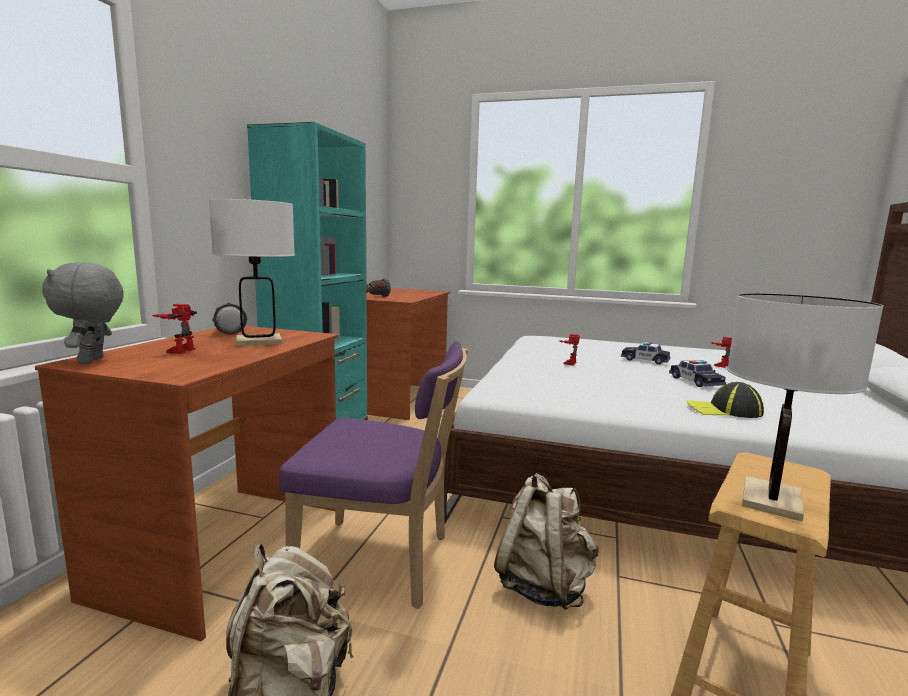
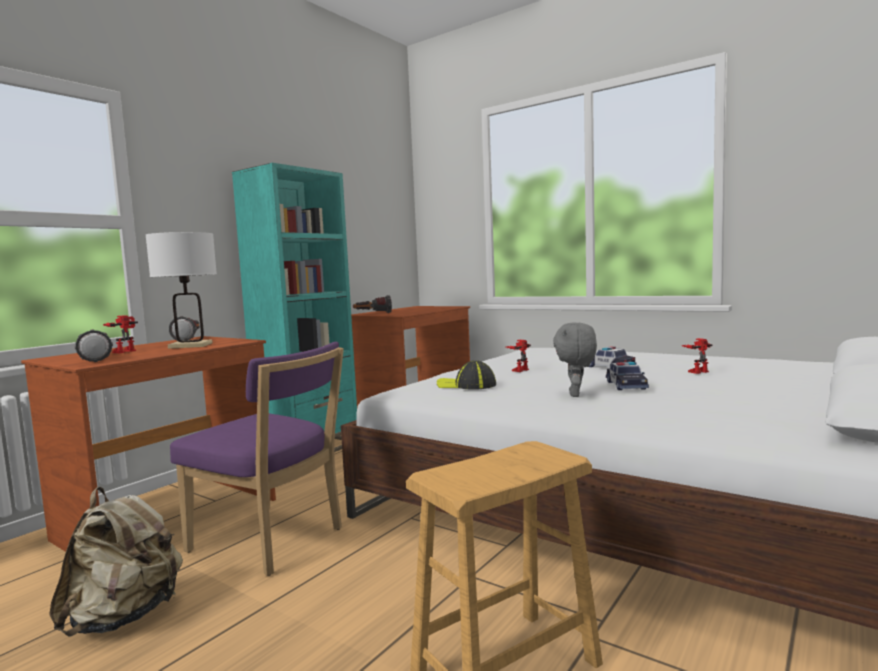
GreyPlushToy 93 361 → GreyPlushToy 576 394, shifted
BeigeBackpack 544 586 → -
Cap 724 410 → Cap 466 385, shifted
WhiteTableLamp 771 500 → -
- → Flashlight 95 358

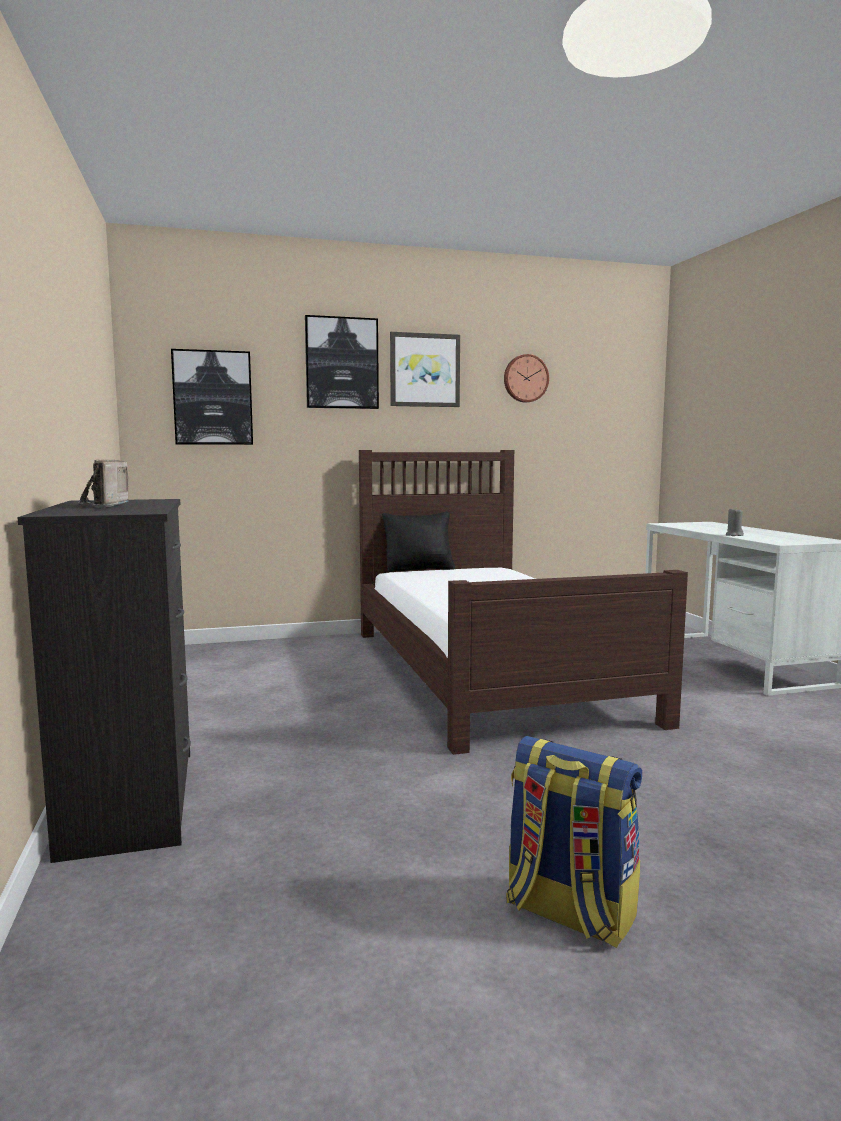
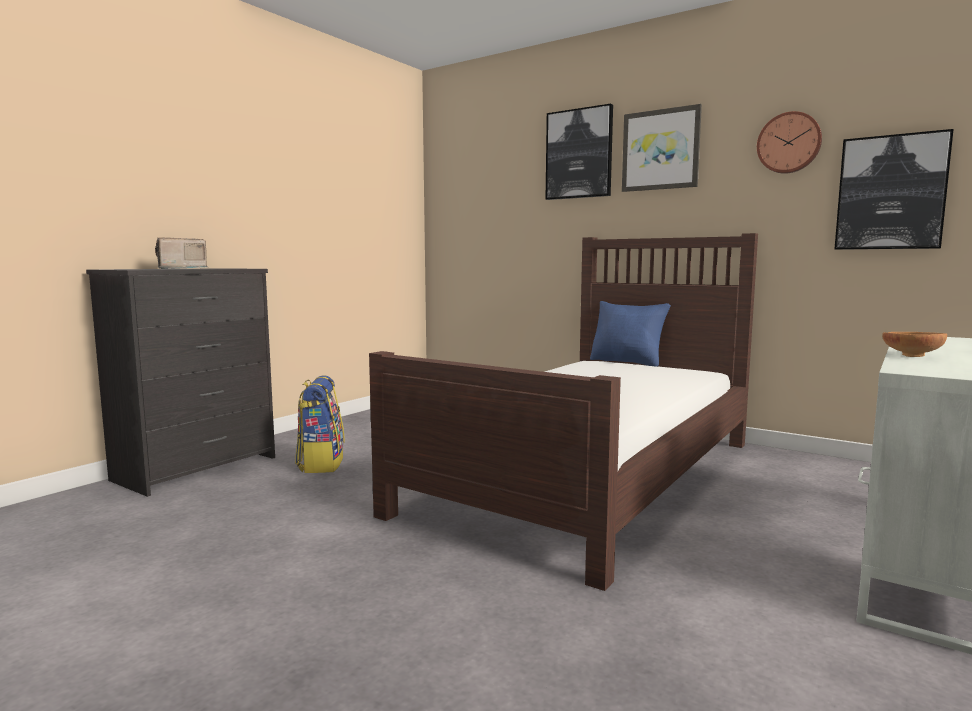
Picture 213 398 → Picture 891 193, shifted
BlackPillow 419 569 → BluePillow 627 362
Backpack 568 913 → Backpack 321 463, shifted
GreyCandle 734 535 → BrownBowl 911 355

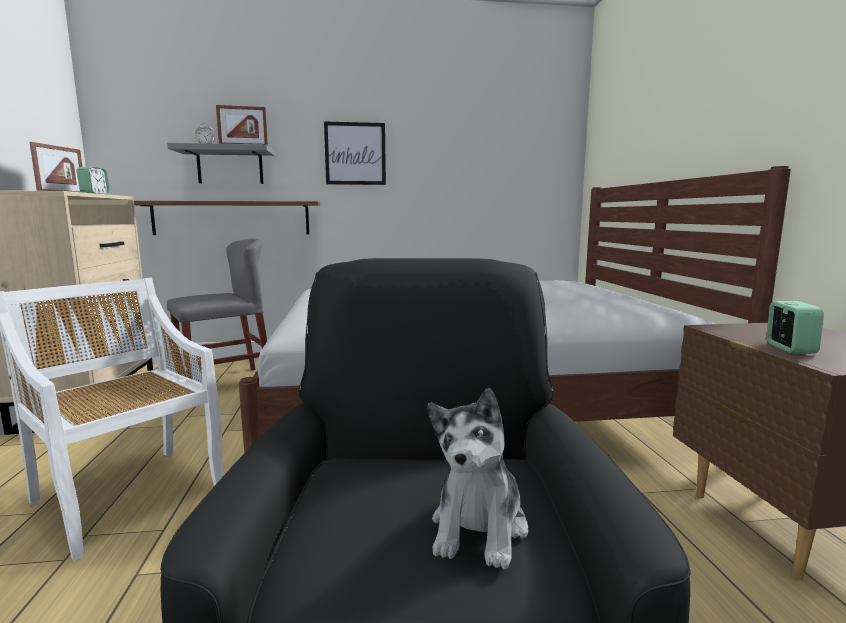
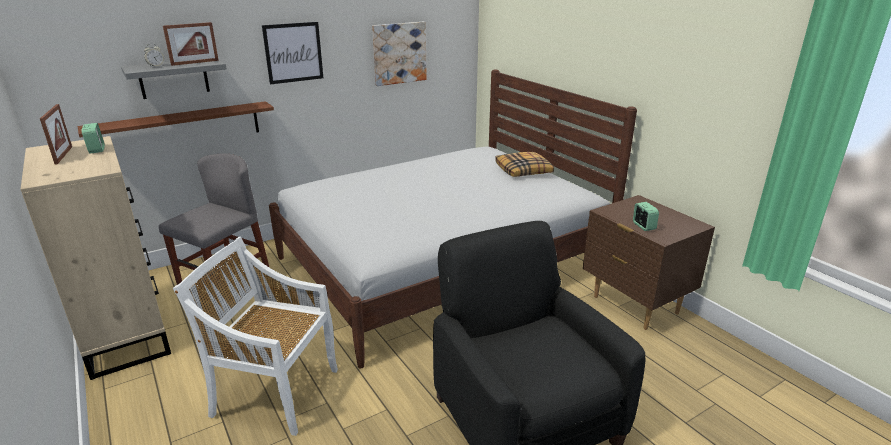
PlushToy 479 528 → -
- → Picture 399 53
- → Pillow 523 171

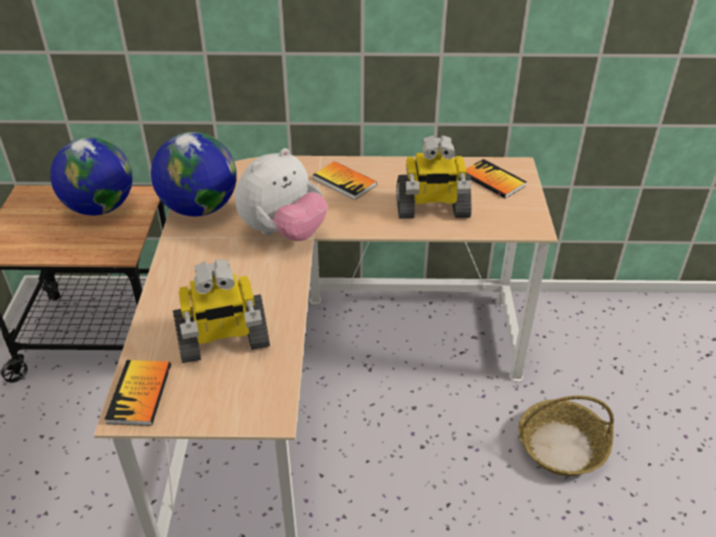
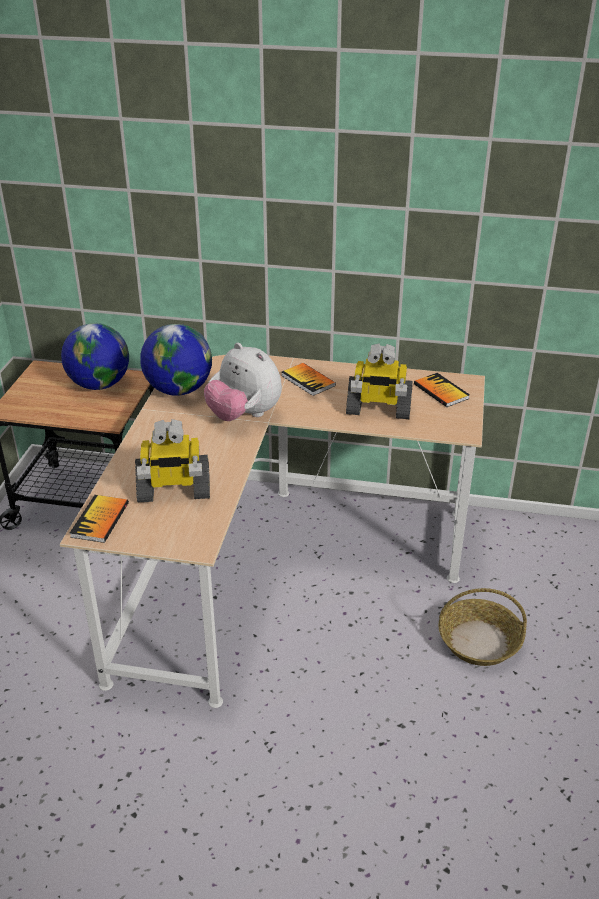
PlushToy 283 232 → PlushToy 244 415, 75 degrees clockwise

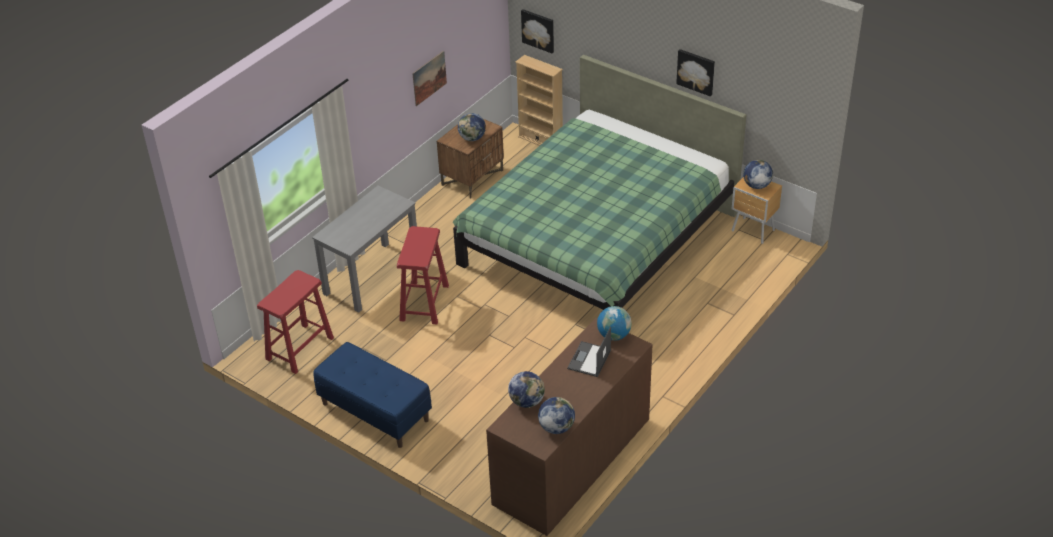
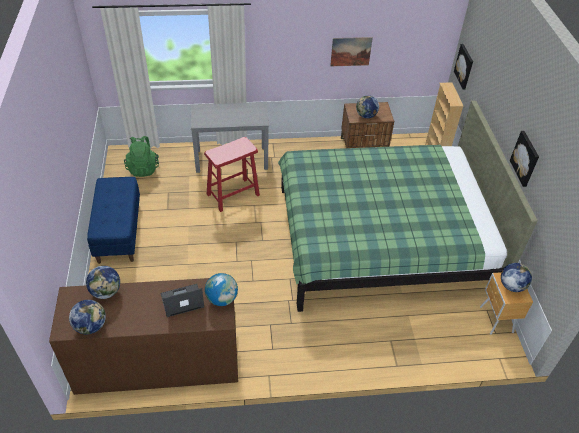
RedStool 300 348 → GreenBackpack 143 168

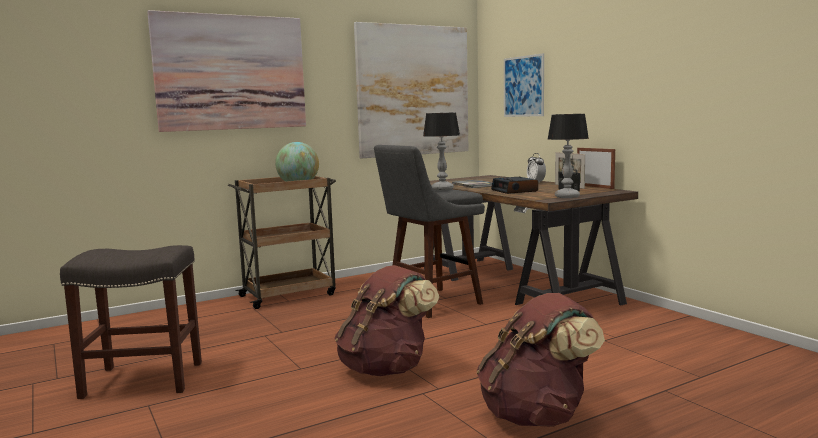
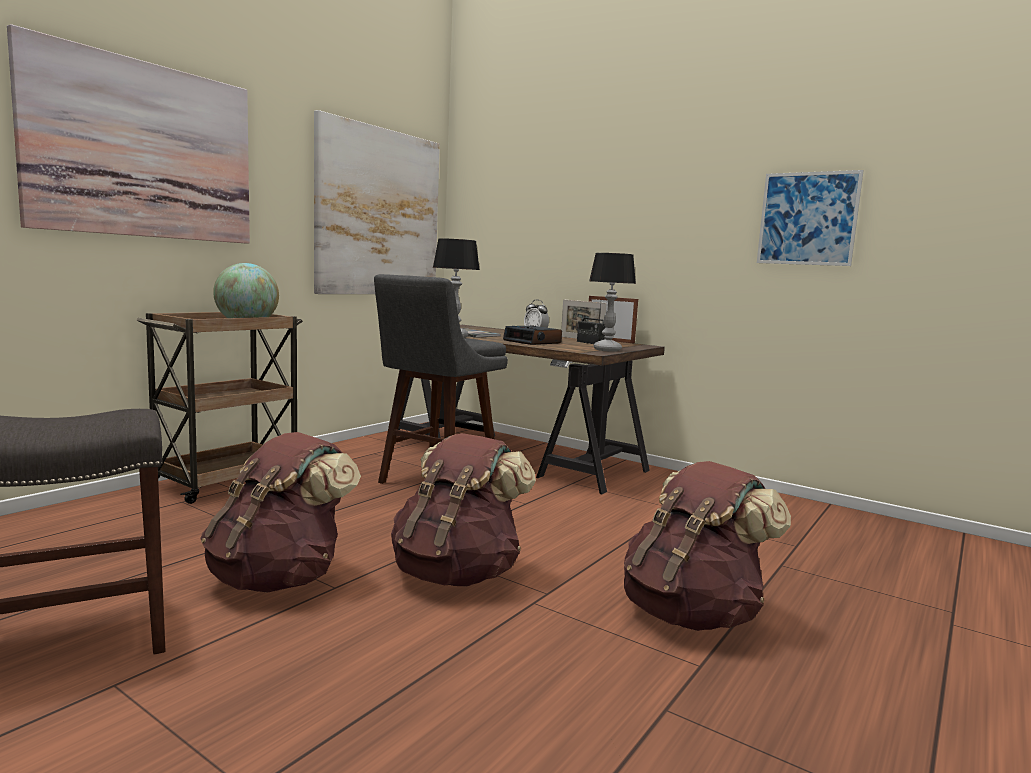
Picture 523 86 → Picture 807 218, shifted
- → BrownBackpack 280 578

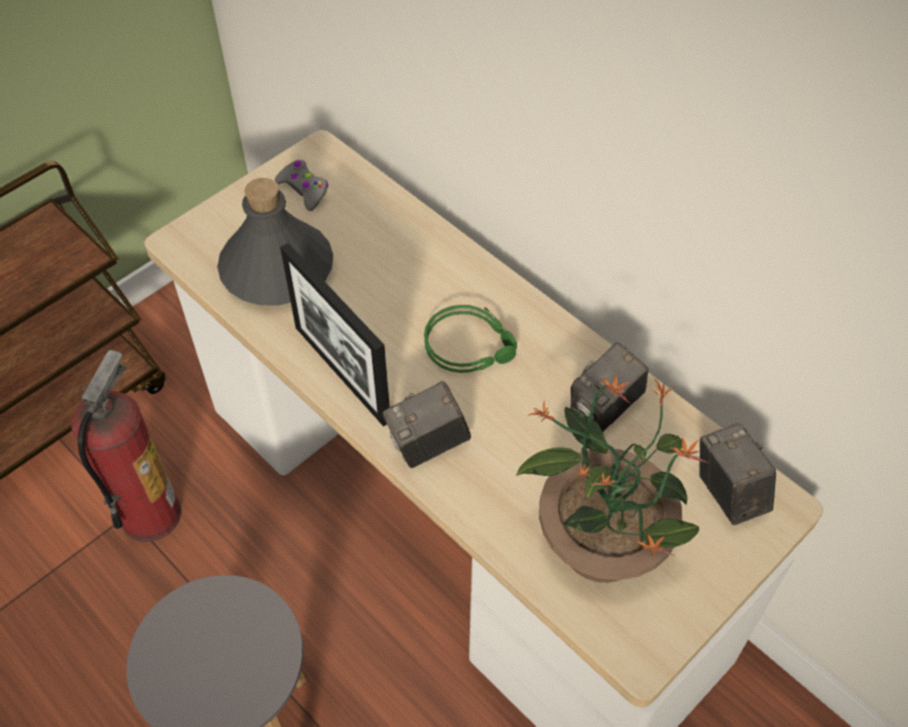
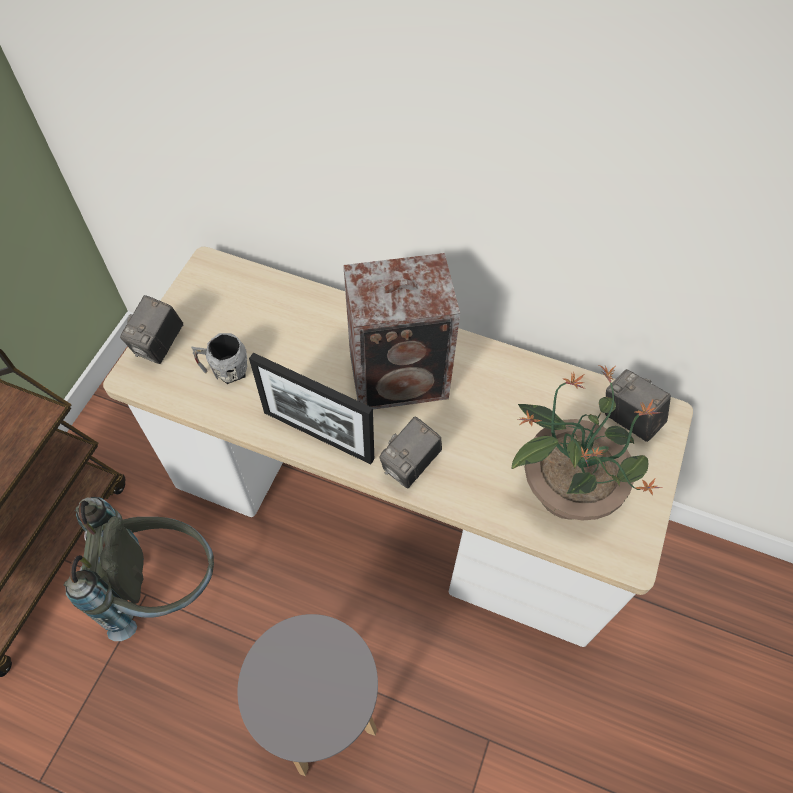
FireExtinguisher 150 514 → GreyBackpack 164 586
GreyBottle 278 269 → GreyMug 225 370
GreyGameController 304 189 → -
GreenHeadphones 471 344 → Speaker 402 377
PhotoCamera 605 408 → PhotoCamera 159 345, shifted

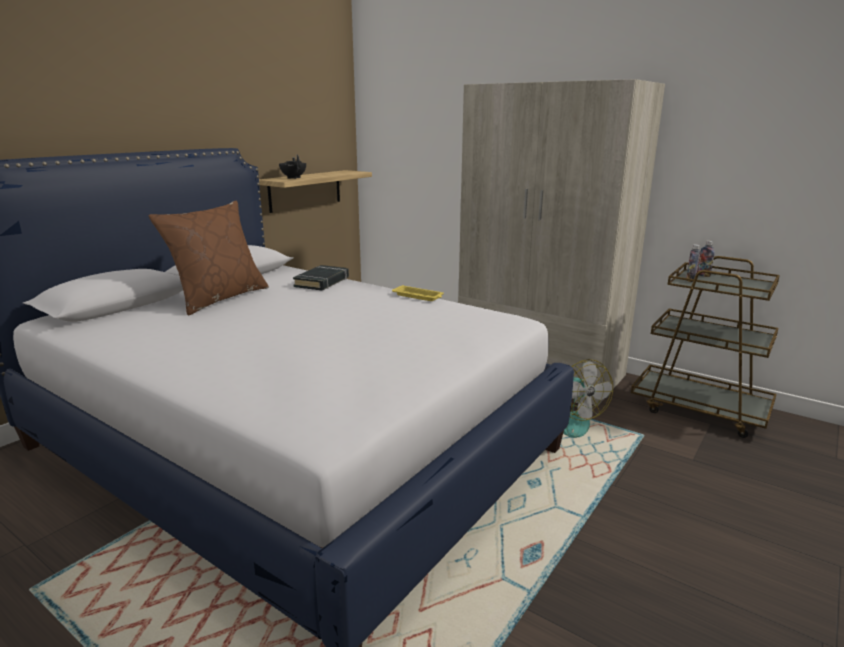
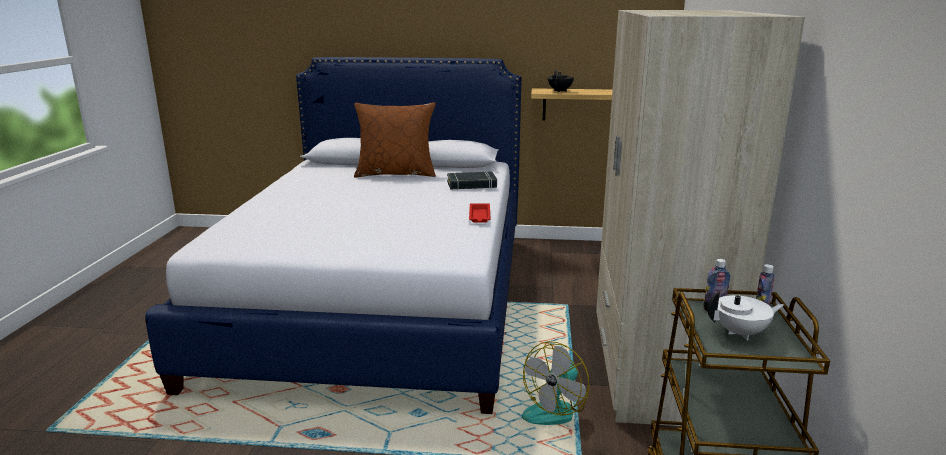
YellowTray 418 296 → RedTray 479 216
- → WhiteTeapot 741 333

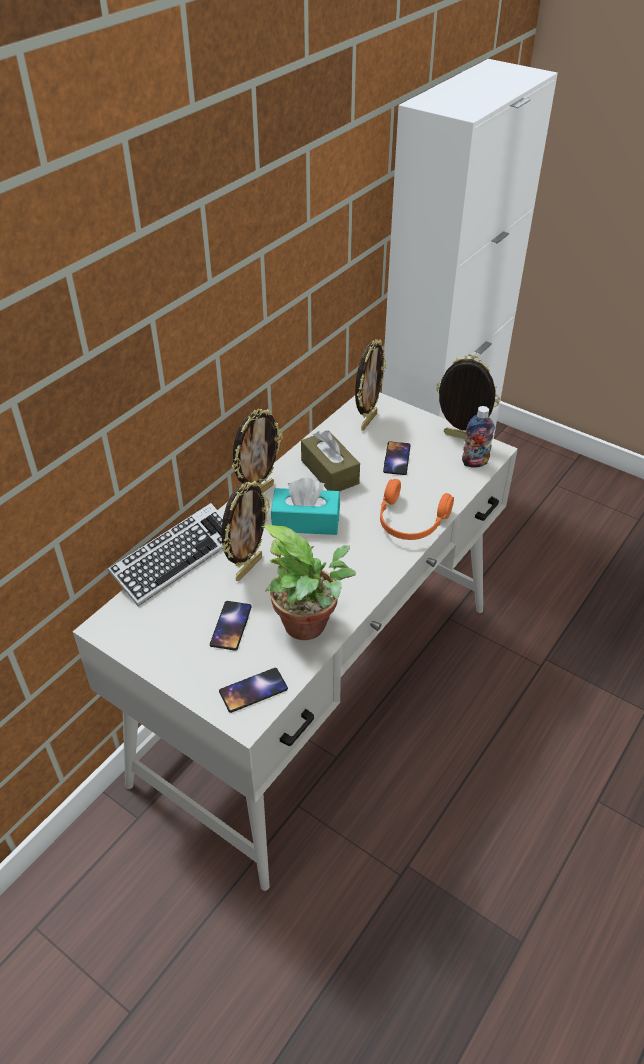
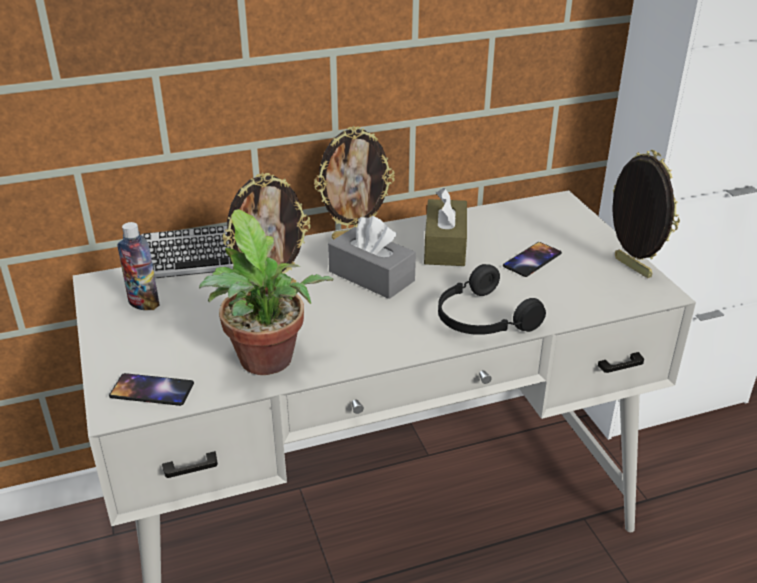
Phone 231 625 → -
TurquoiseTissueBox 306 521 → GreyTissueBox 371 276
PictureFrame 367 421 → -
OrangeHeadphones 410 522 → BlackHeadphones 482 319
Bottle 475 462 → Bottle 144 303, shifted

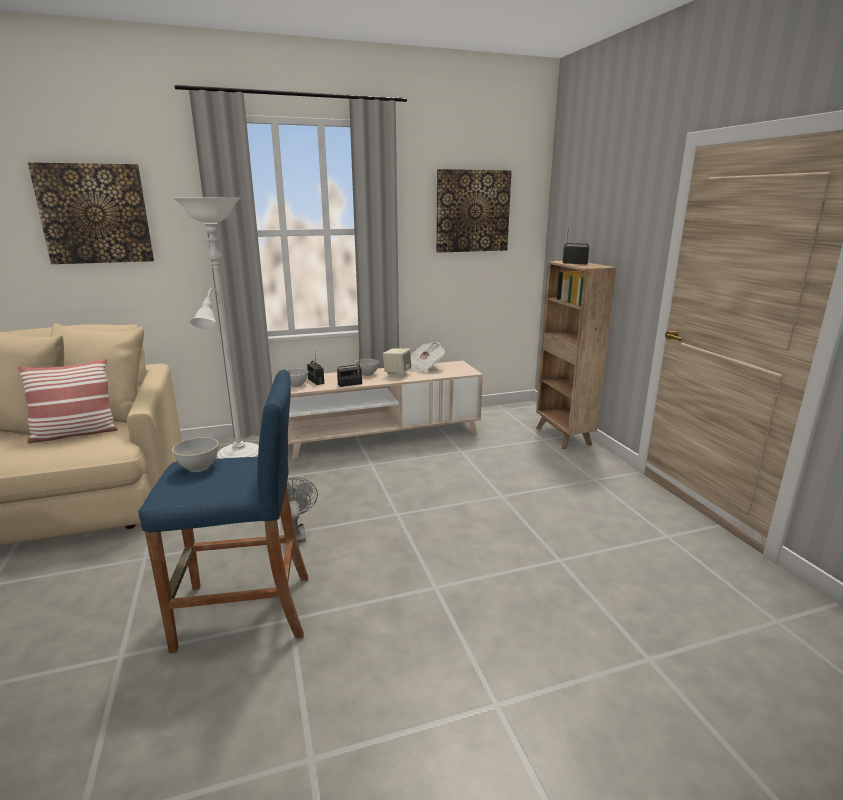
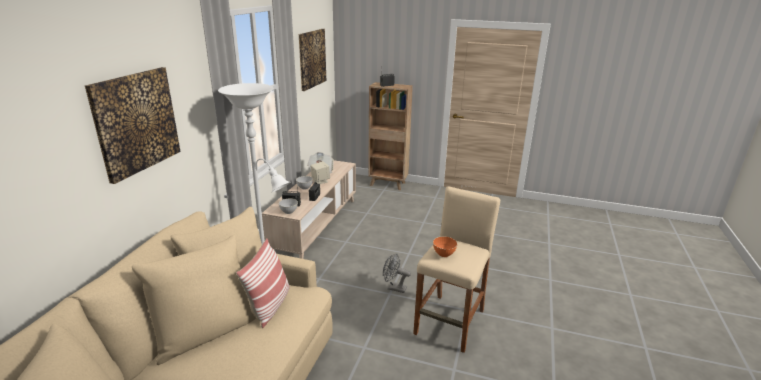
BlueStool 244 611 → BeigeStool 450 322
GreyBowl 198 467 → OrangeBowl 444 254

